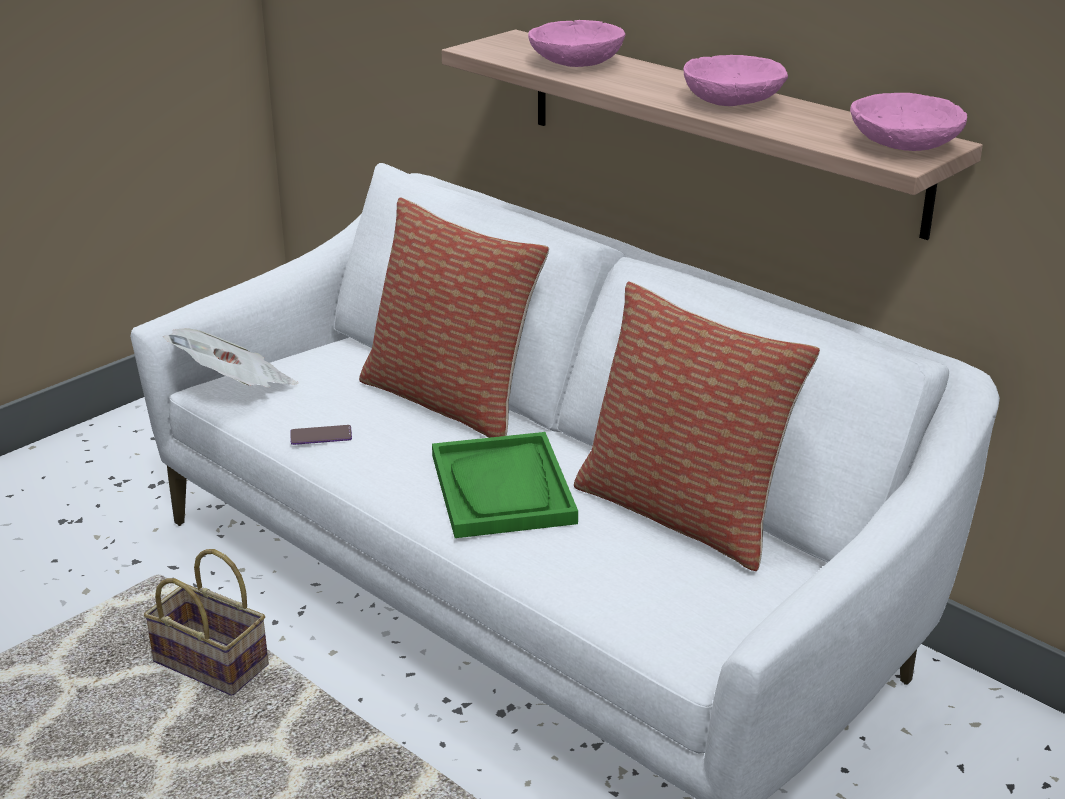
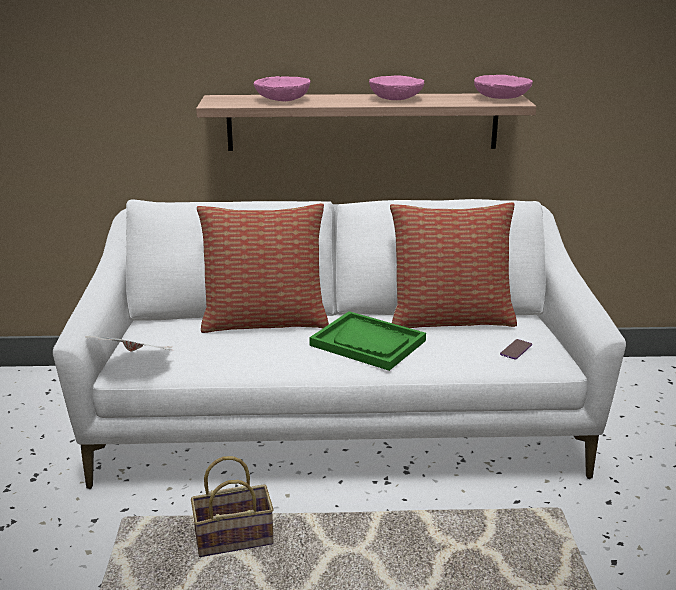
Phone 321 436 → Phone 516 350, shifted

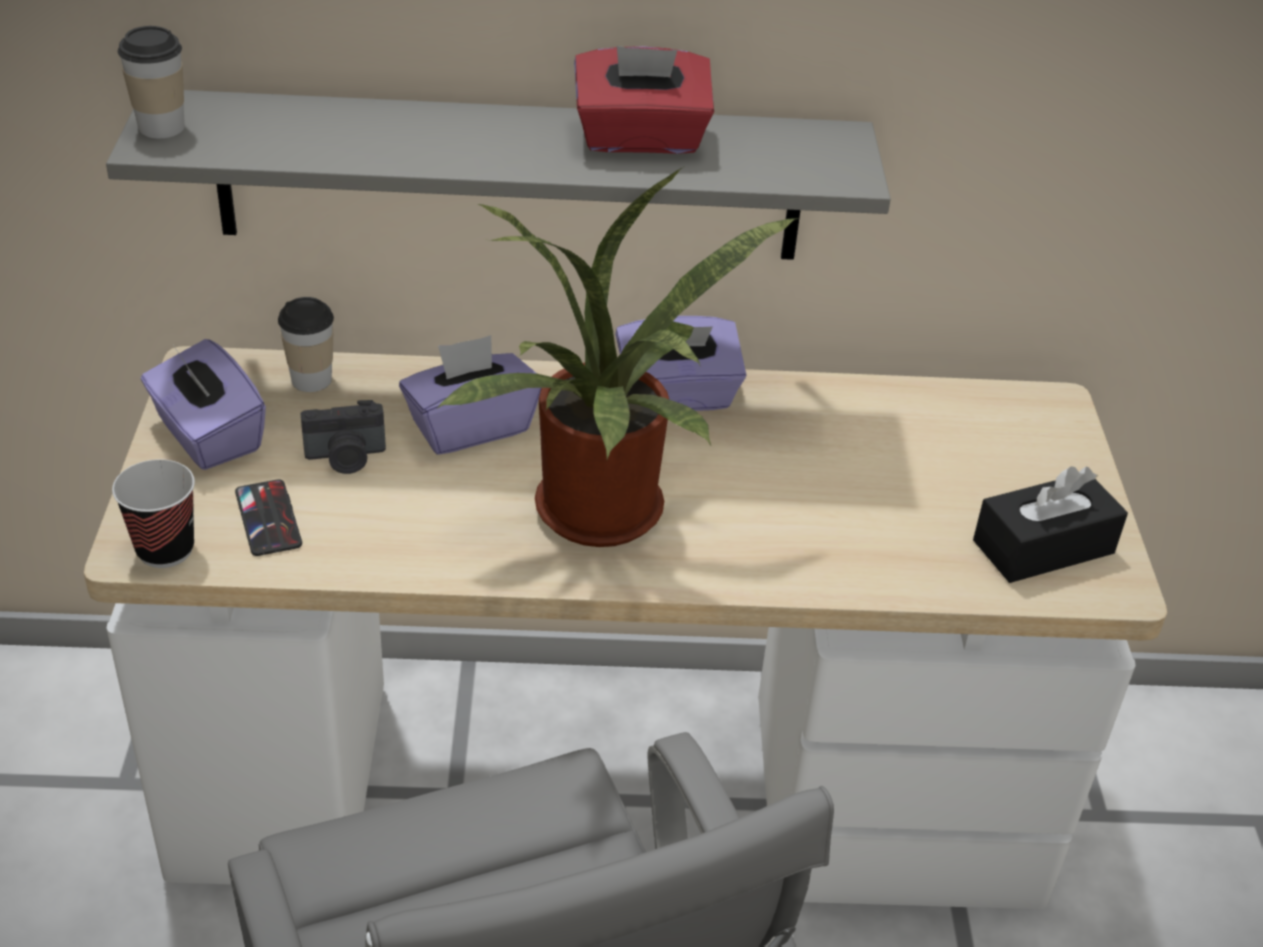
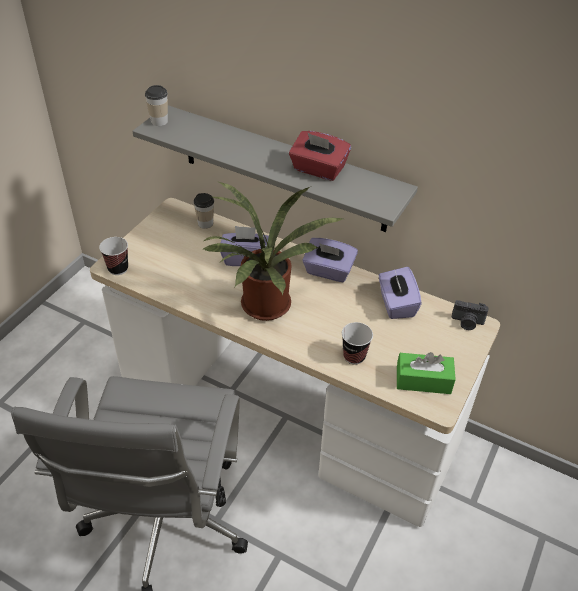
PurpleTissueBox 208 436 → PurpleTissueBox 396 304, shifted
Phone 268 518 → -
PhotoCamera 346 458 → PhotoCamera 467 322, shifted
BlackTissueBox 1043 547 → GreenTissueBox 423 380
- → Cup 354 356

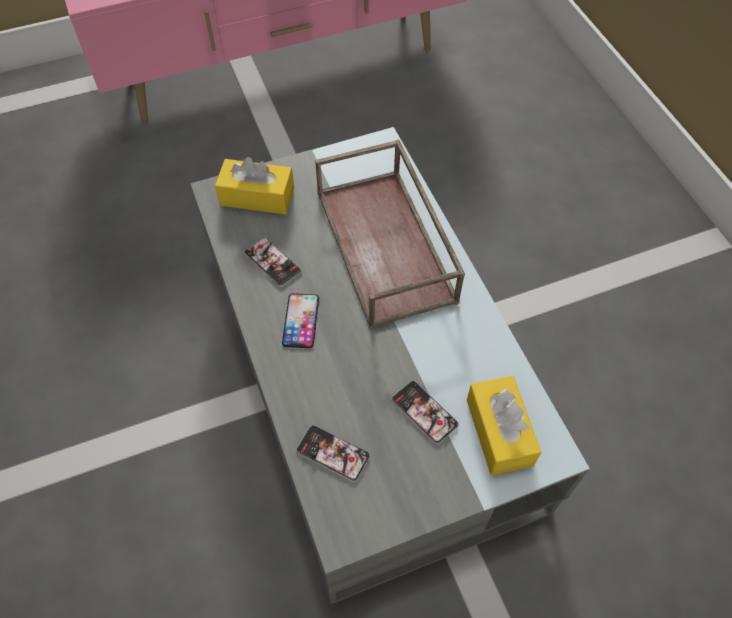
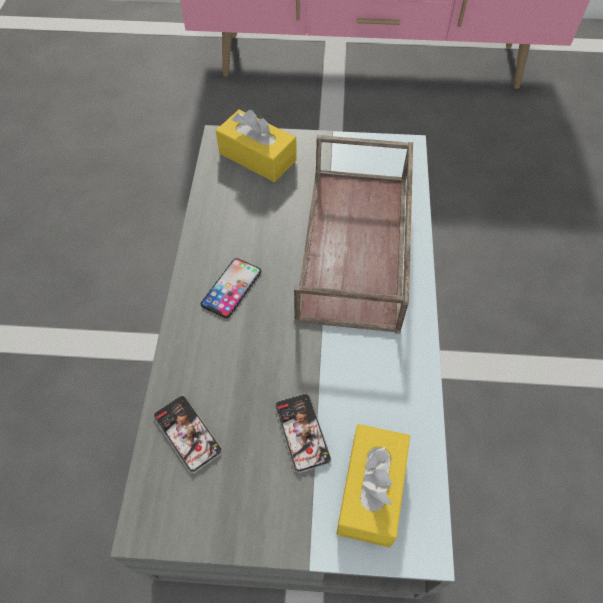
Phone 272 262 → -

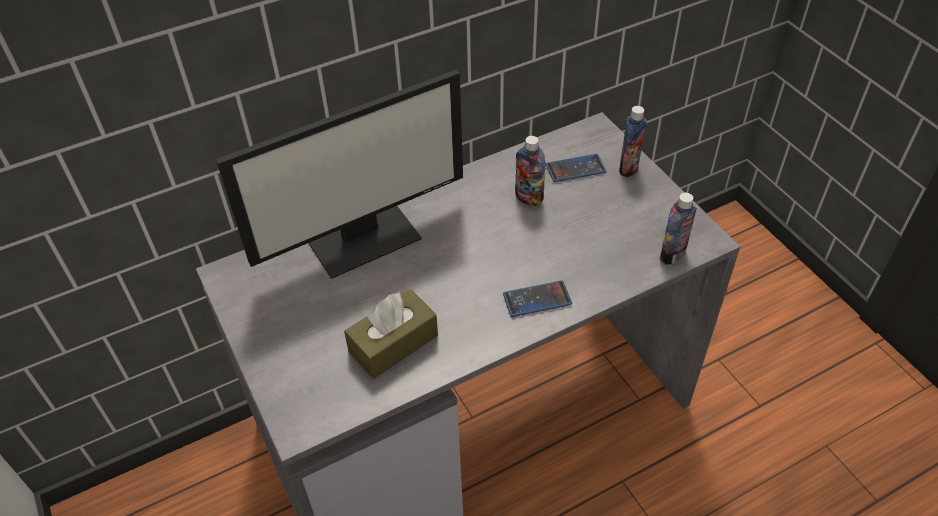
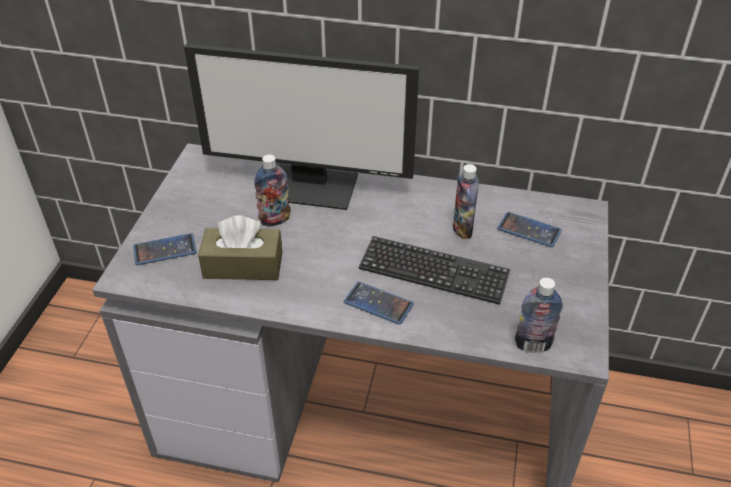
Bottle 628 168 → Bottle 275 219, shifted
- → Phone 165 250
- → Keyboard 433 272

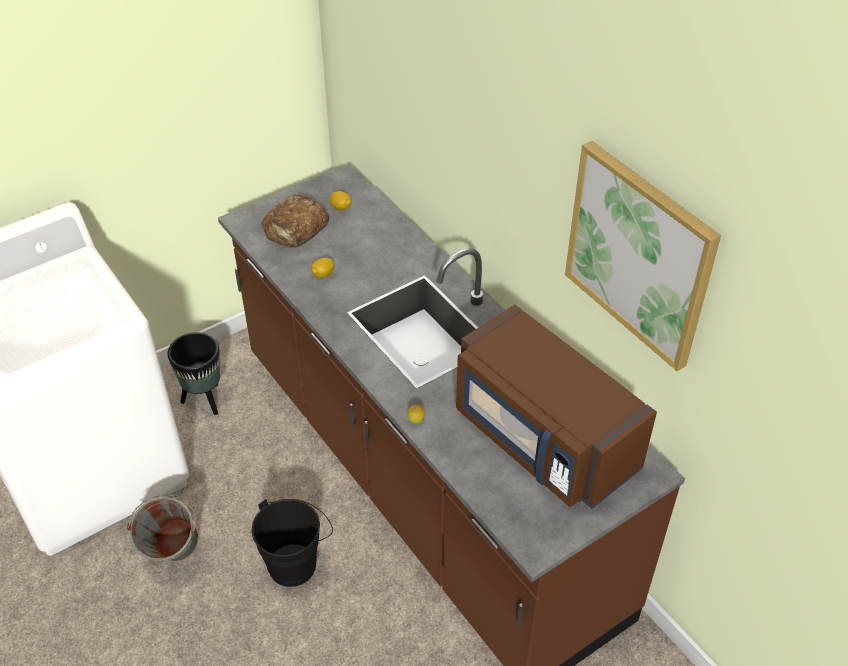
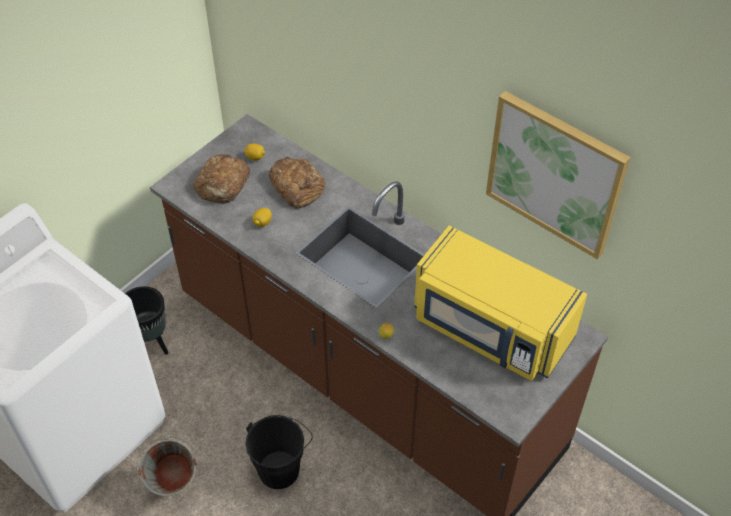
BrownMicrowave 542 439 → YellowMicrowave 490 329
- → Bread 297 186

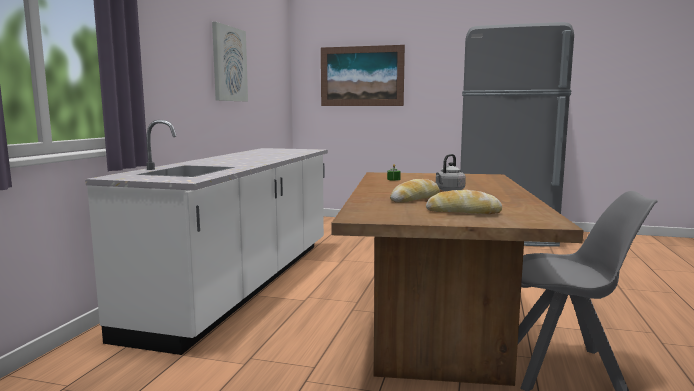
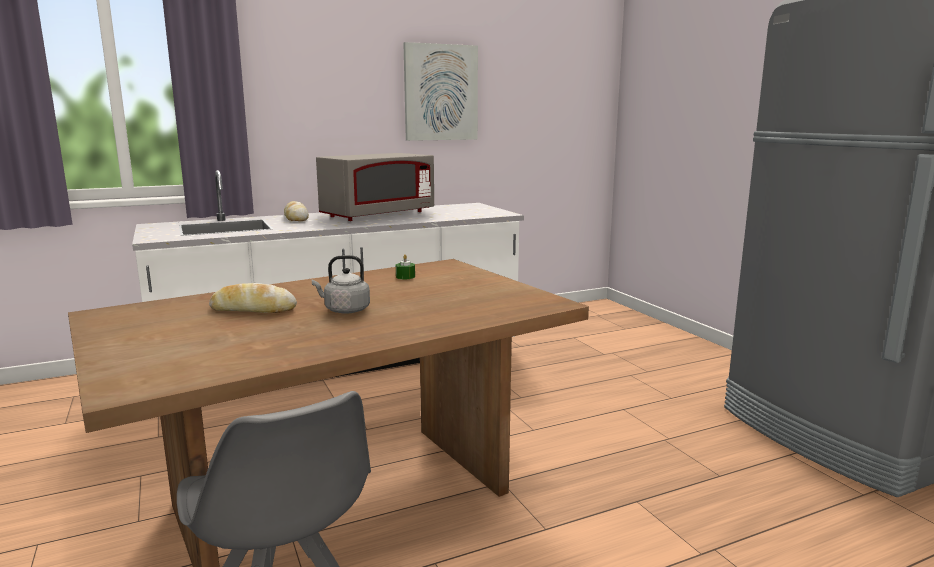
Picture 361 76 → -
Bread 463 212 → Bread 296 218, shifted
- → GreyMicrowave 378 215

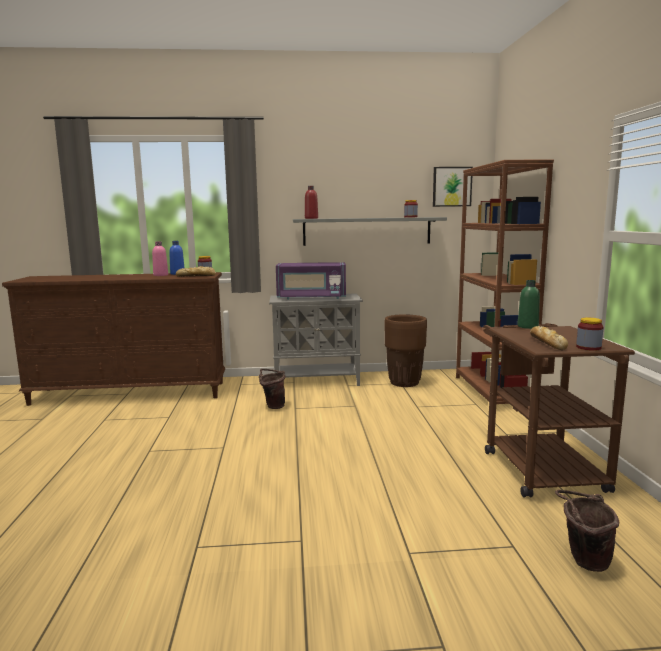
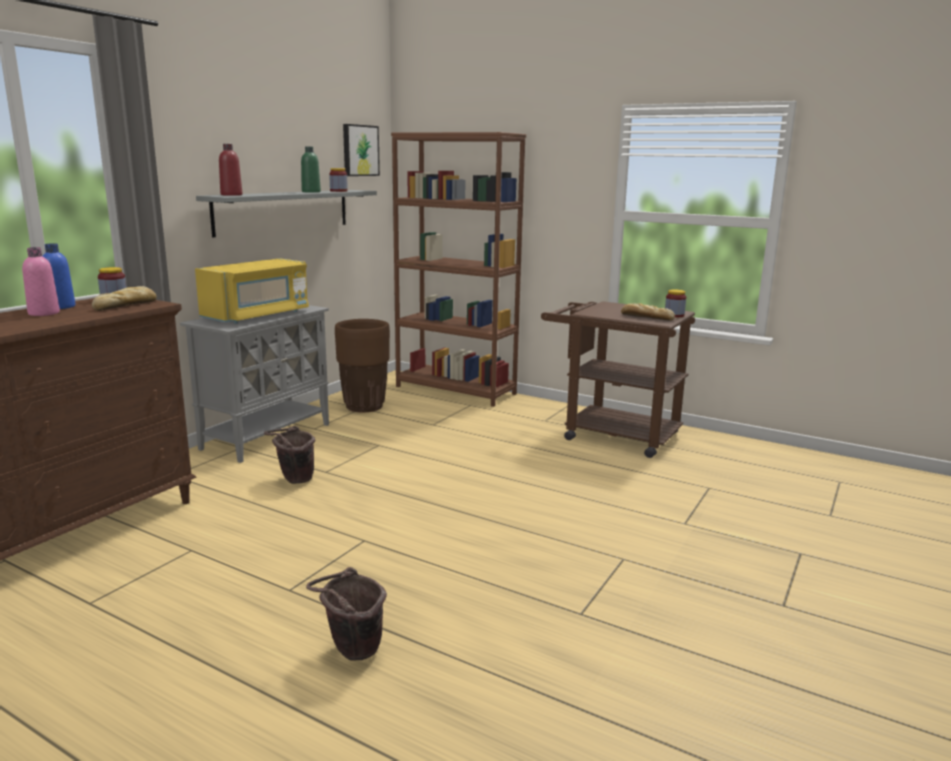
PurpleMicrowave 311 298 → YellowMicrowave 258 316
GreenBottle 527 326 → GreenBottle 311 192, shifted
BrownBucket 583 561 → BrownBucket 351 652, shifted

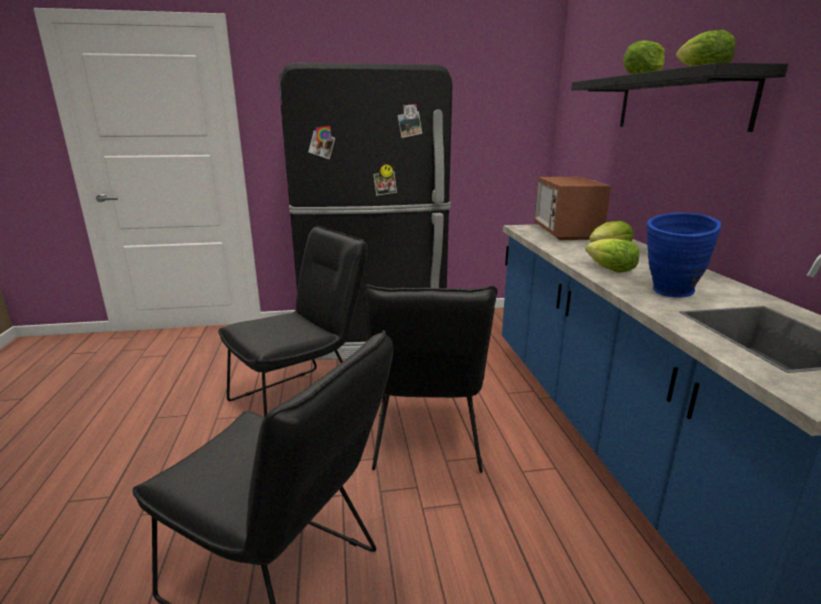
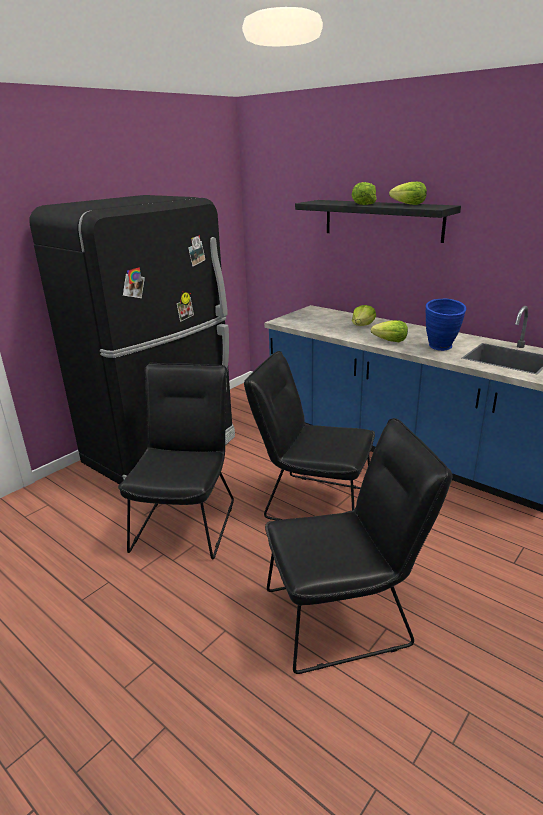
BlackChair 426 442 → BlackChair 311 502, 150 degrees clockwise
Microwave 565 233 → -

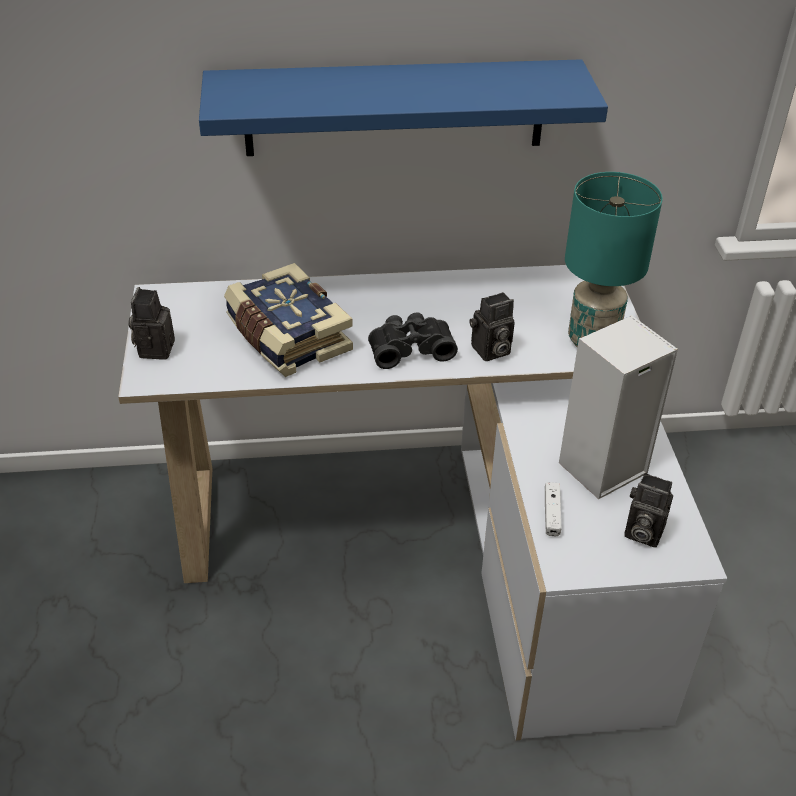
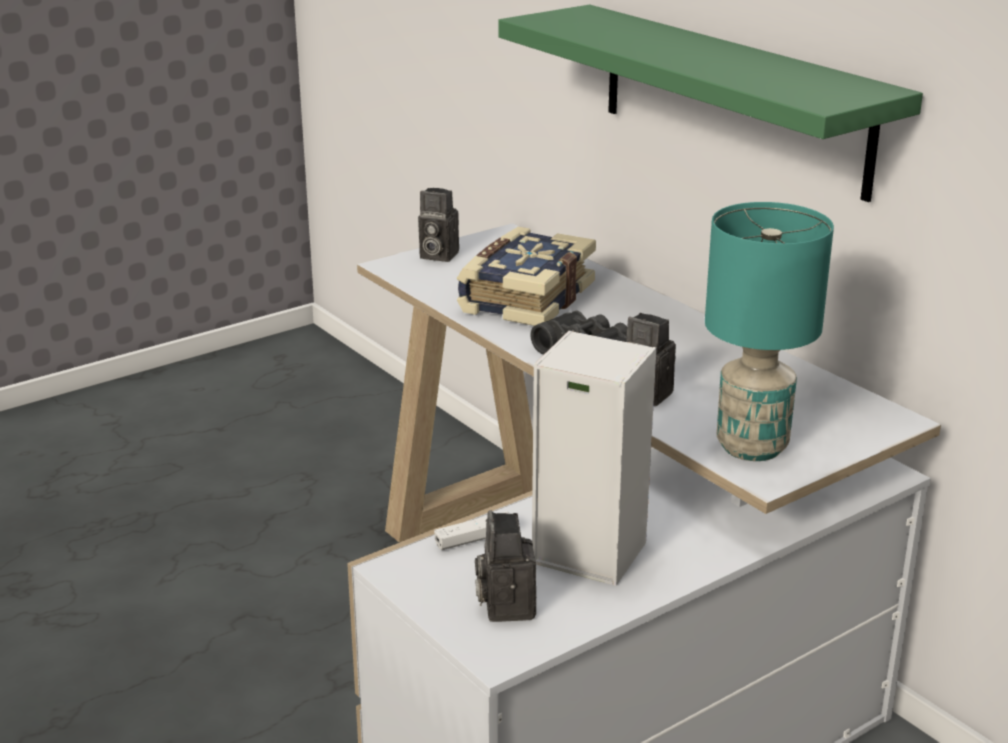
PhotoCamera 154 348 → PhotoCamera 436 255, 135 degrees counterclockwise
BlueShelf 395 108 → GreenShelf 732 98

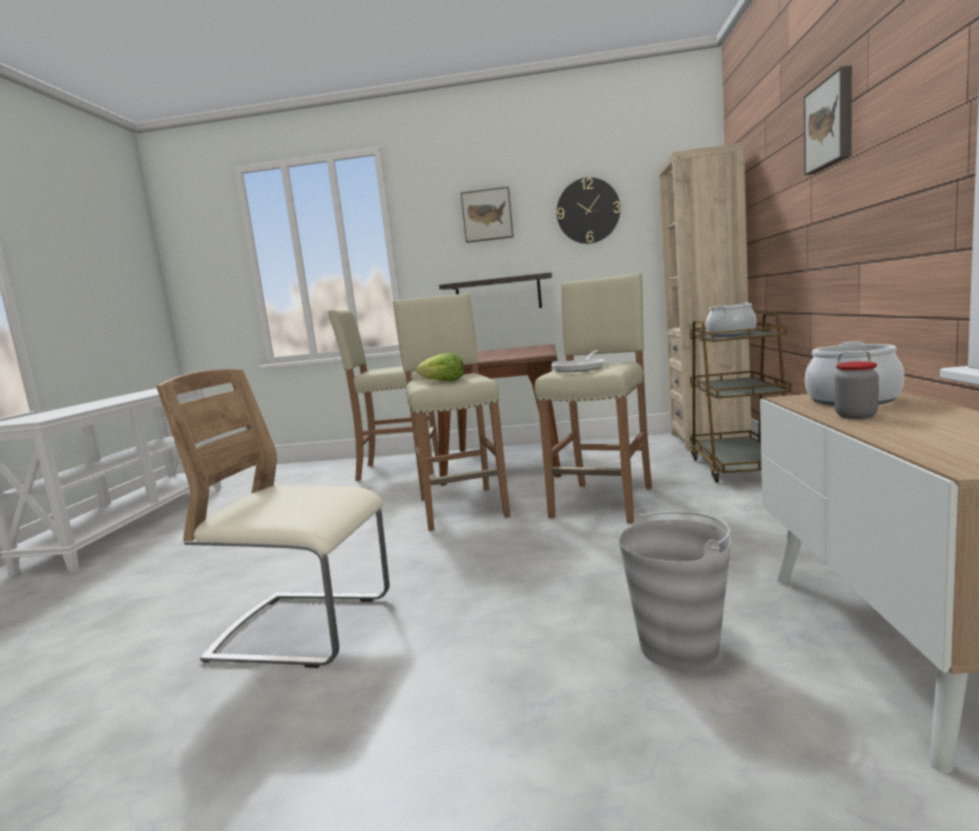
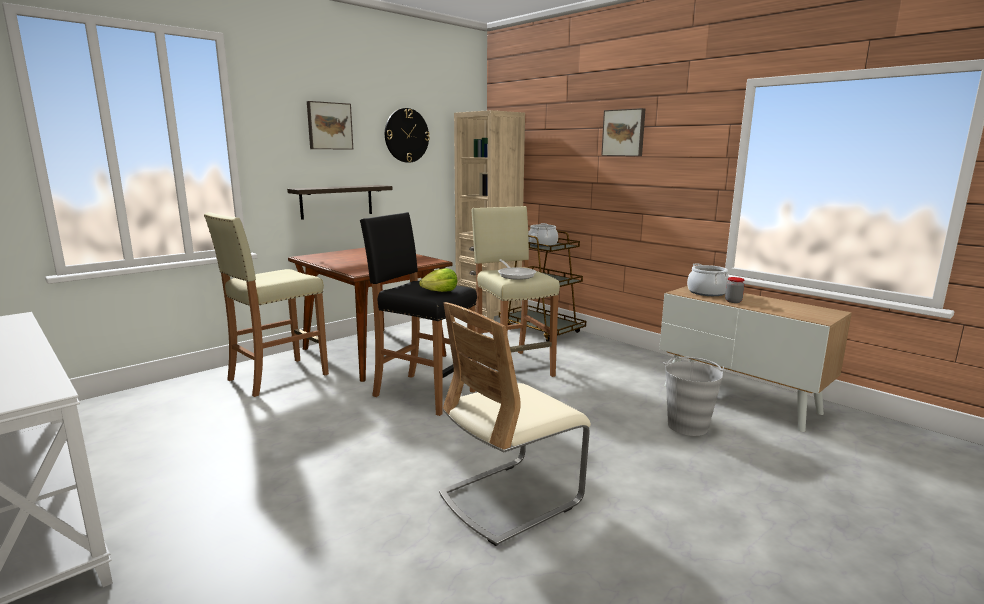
BeigeStool 462 507 → BlackStool 423 393

